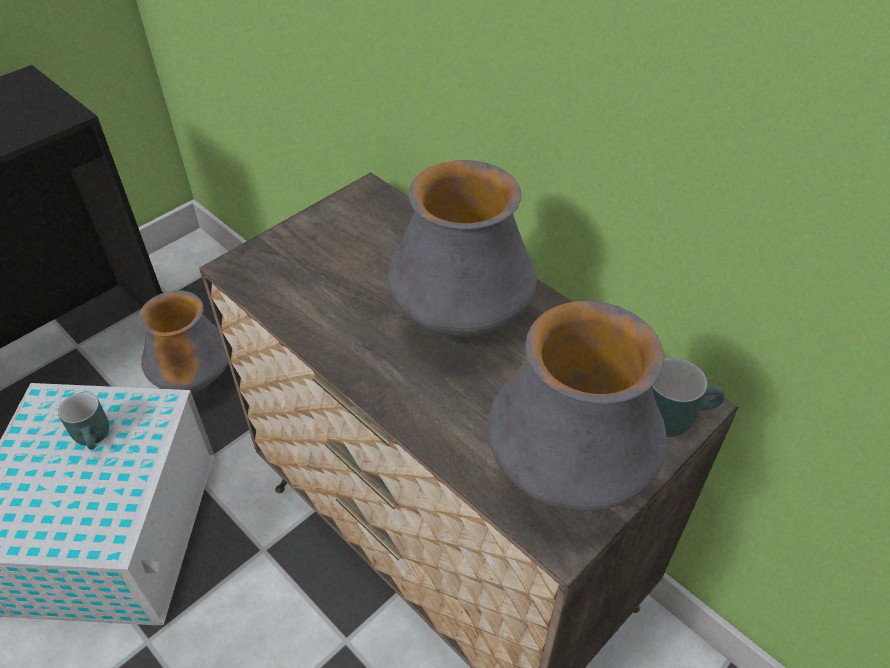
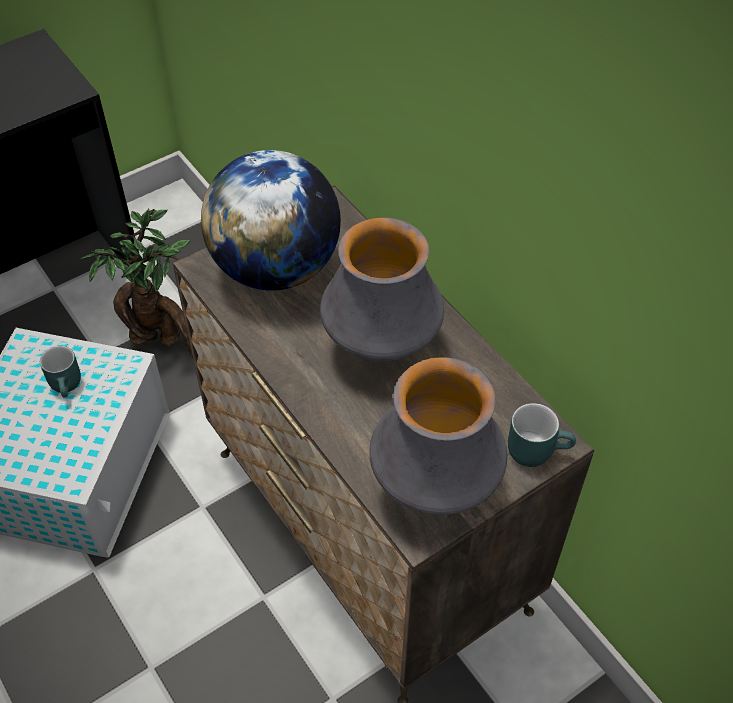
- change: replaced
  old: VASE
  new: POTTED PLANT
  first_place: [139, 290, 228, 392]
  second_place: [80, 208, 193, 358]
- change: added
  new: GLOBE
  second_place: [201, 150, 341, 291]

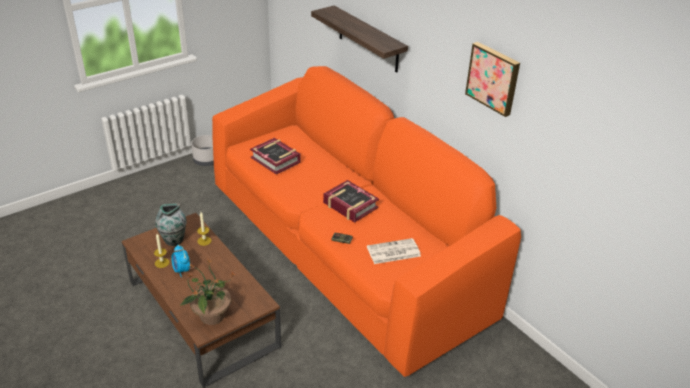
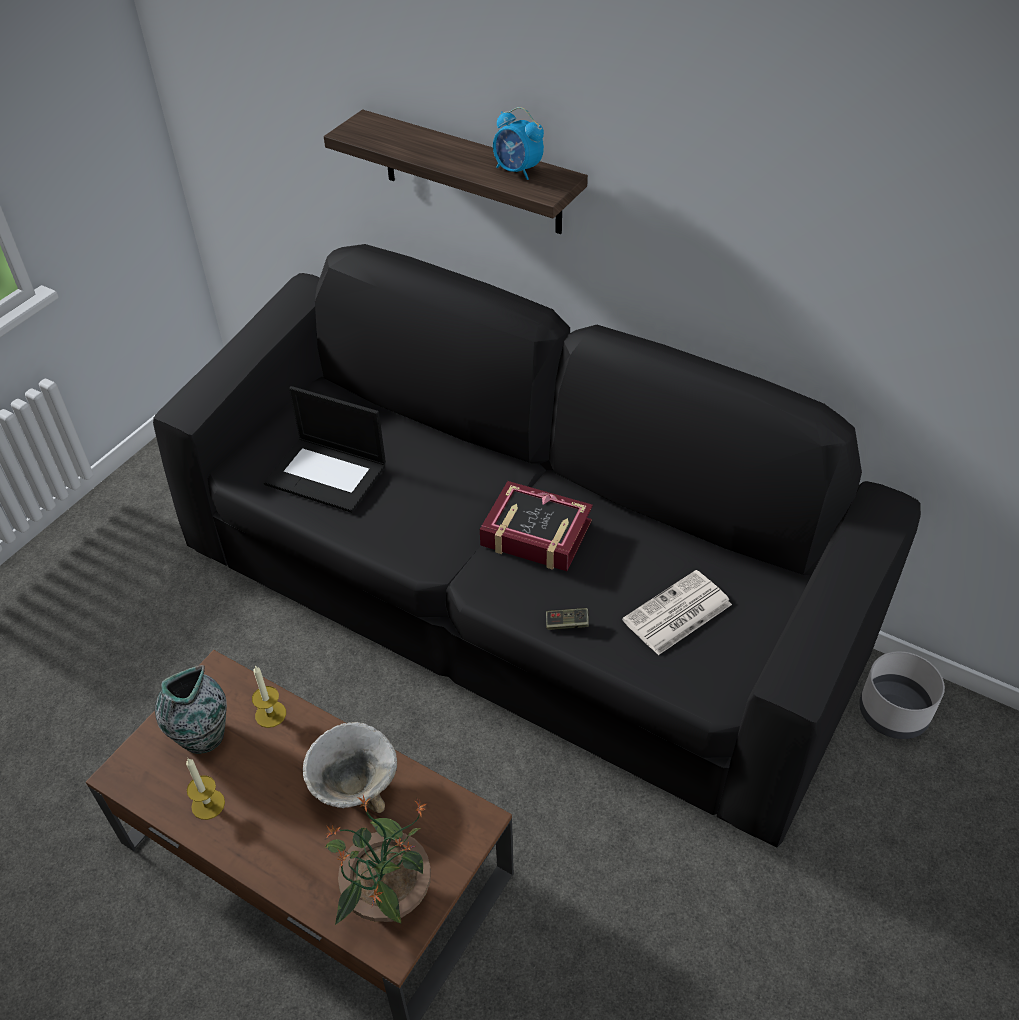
- change: removed
  old: PICTURE
  first_place: [465, 42, 520, 117]
- change: recoloured
  old: ORANGE SOFA
  new: BLACK SOFA
  first_place: [212, 66, 521, 377]
  second_place: [153, 244, 921, 847]
- change: moved
  old: GREY PLANTER
  first_place: [191, 135, 214, 166]
  second_place: [859, 651, 945, 739]
- change: replaced
  old: BOOK
  new: LAPTOP
  first_place: [250, 138, 301, 175]
  second_place: [264, 386, 386, 513]
- change: moved
  old: ALARM CLOCK
  first_place: [171, 245, 190, 277]
  second_place: [493, 107, 544, 180]
- change: added
  new: BOWL
  second_place: [303, 722, 397, 813]

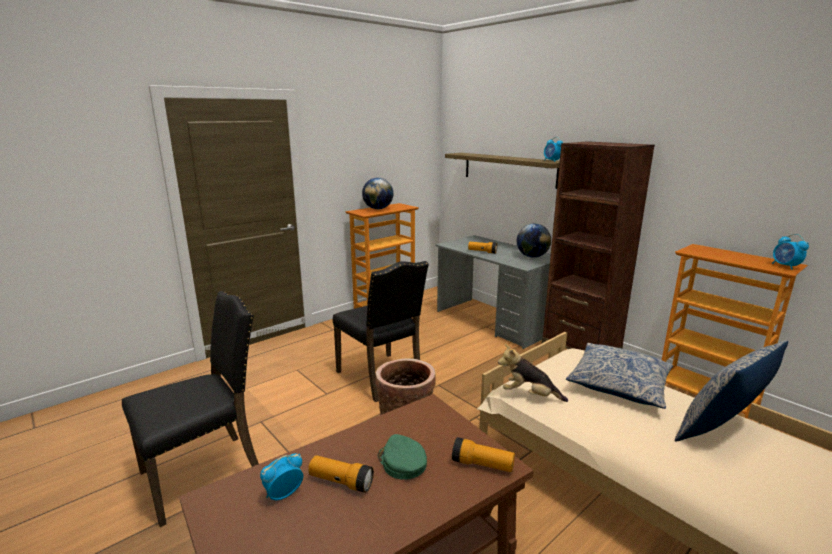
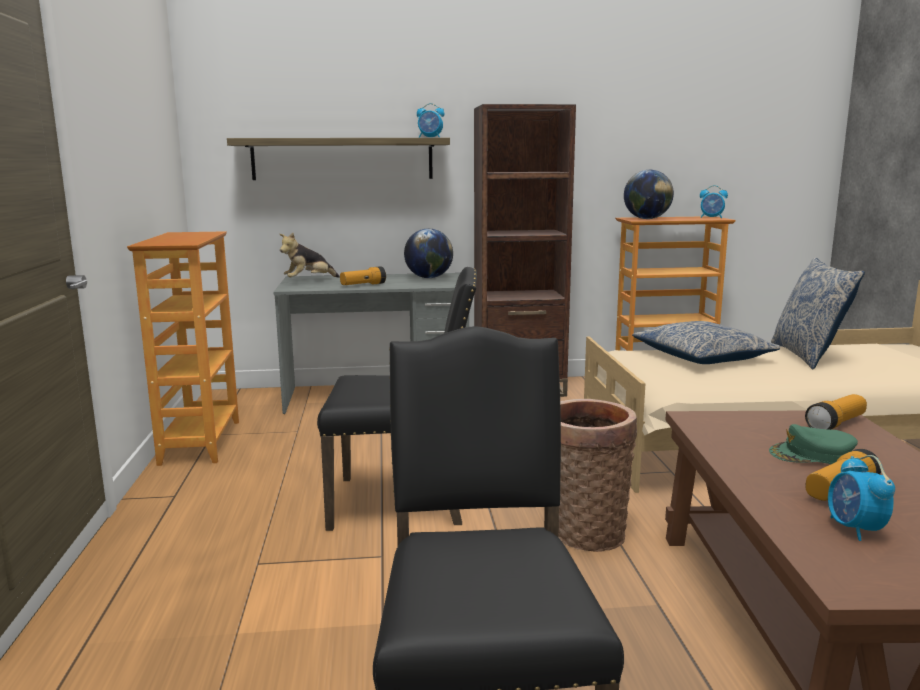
- change: moved
  old: GLOBE
  first_place: [362, 178, 393, 209]
  second_place: [624, 170, 674, 219]
- change: moved
  old: PLUSH TOY
  first_place: [498, 344, 568, 402]
  second_place: [280, 233, 340, 278]

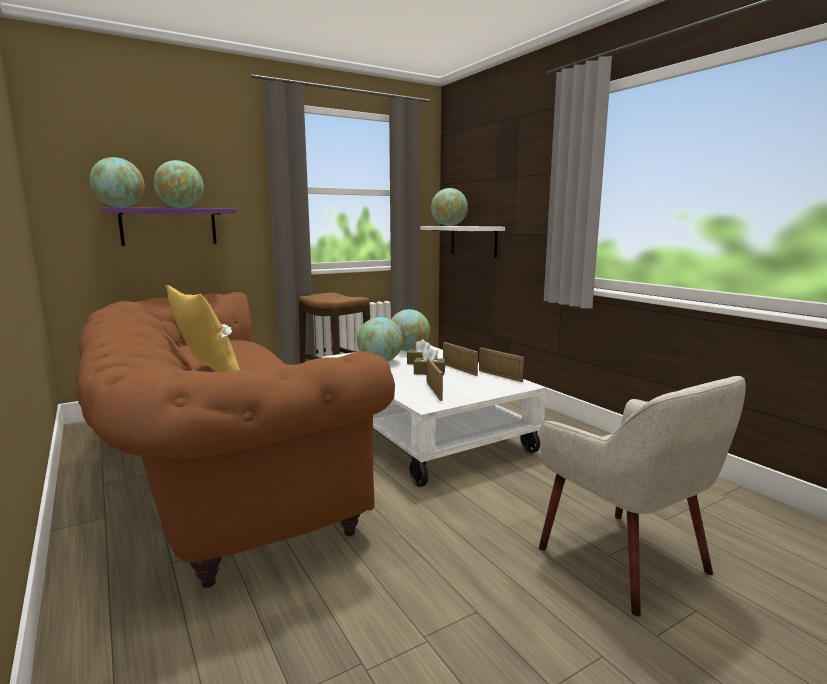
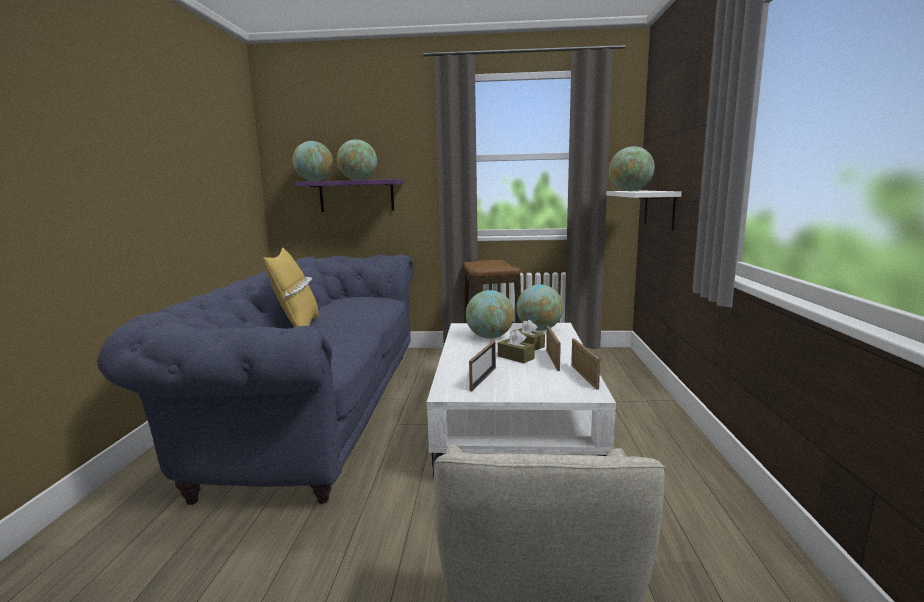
- change: recoloured
  old: BROWN SOFA
  new: BLUE SOFA
  first_place: [76, 292, 395, 588]
  second_place: [97, 255, 414, 505]

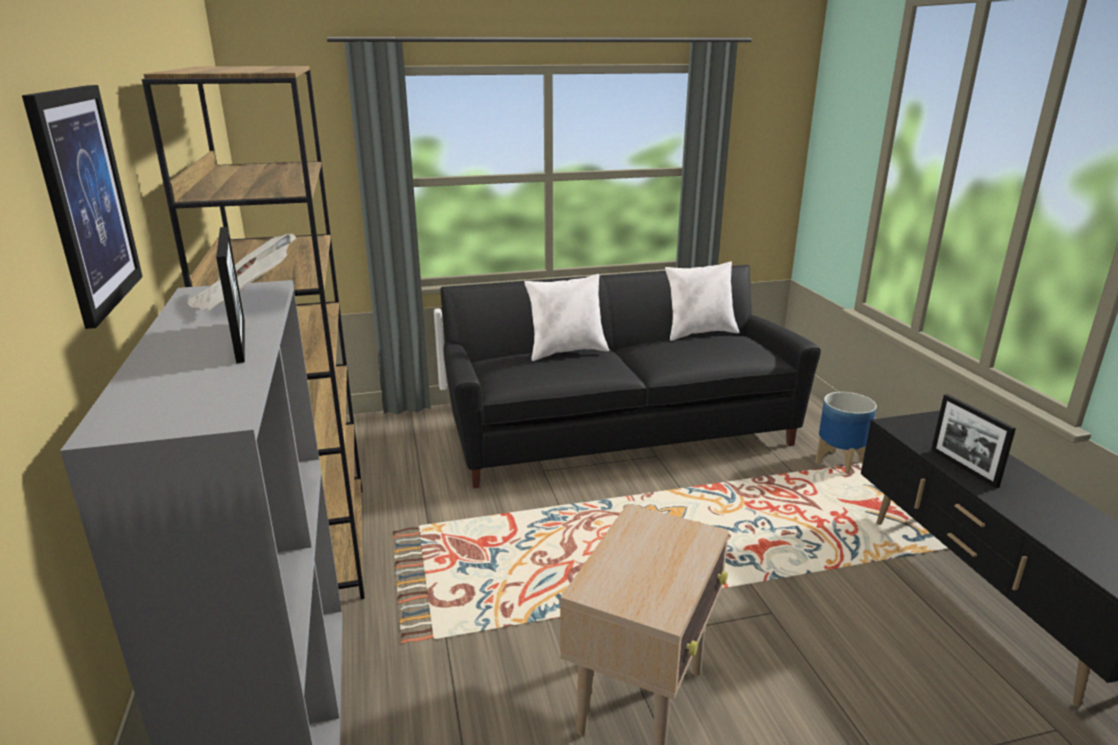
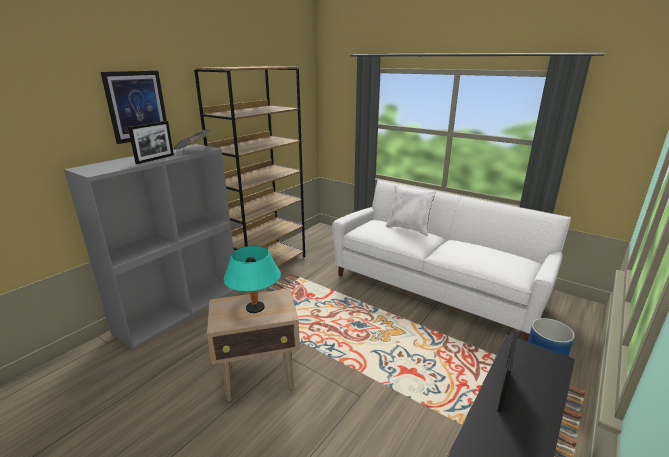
- change: removed
  old: WHITE PILLOW
  first_place: [665, 261, 739, 341]
- change: recoloured
  old: BLACK SOFA
  new: WHITE SOFA
  first_place: [440, 265, 821, 488]
  second_place: [332, 180, 571, 342]
- change: added
  new: TURQUOISE TABLE LAMP
  second_place: [223, 246, 281, 313]

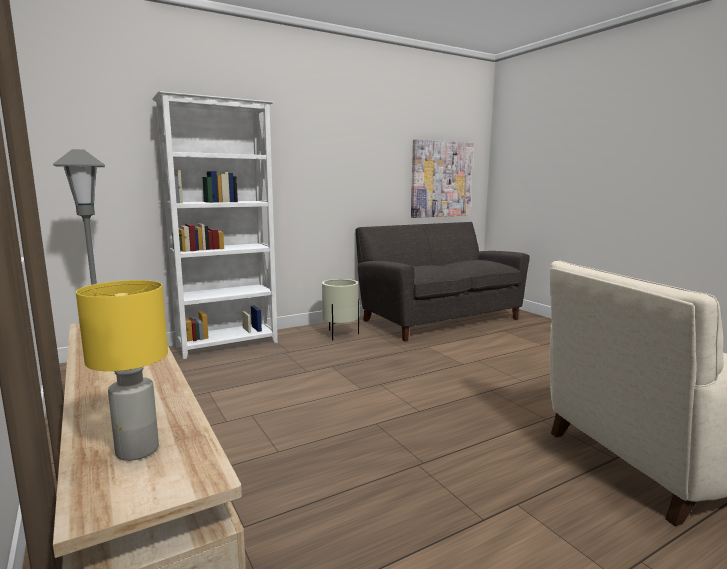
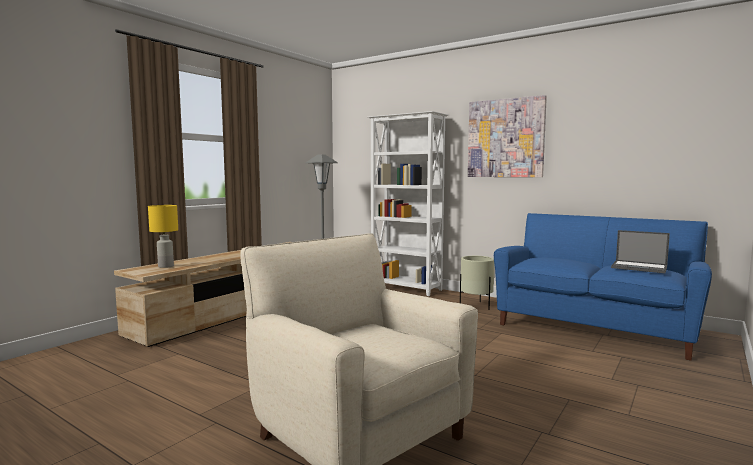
- change: moved
  old: PICTURE
  first_place: [411, 139, 474, 218]
  second_place: [468, 95, 547, 177]
- change: recoloured
  old: GREY SOFA
  new: BLUE SOFA
  first_place: [355, 222, 530, 341]
  second_place: [494, 213, 712, 360]
- change: added
  new: LAPTOP
  second_place: [611, 230, 670, 273]

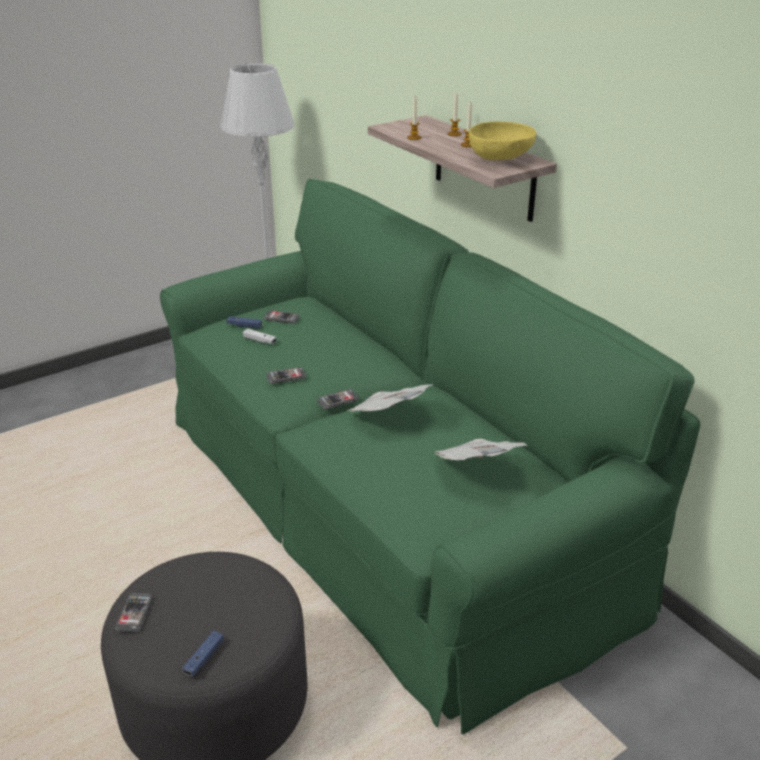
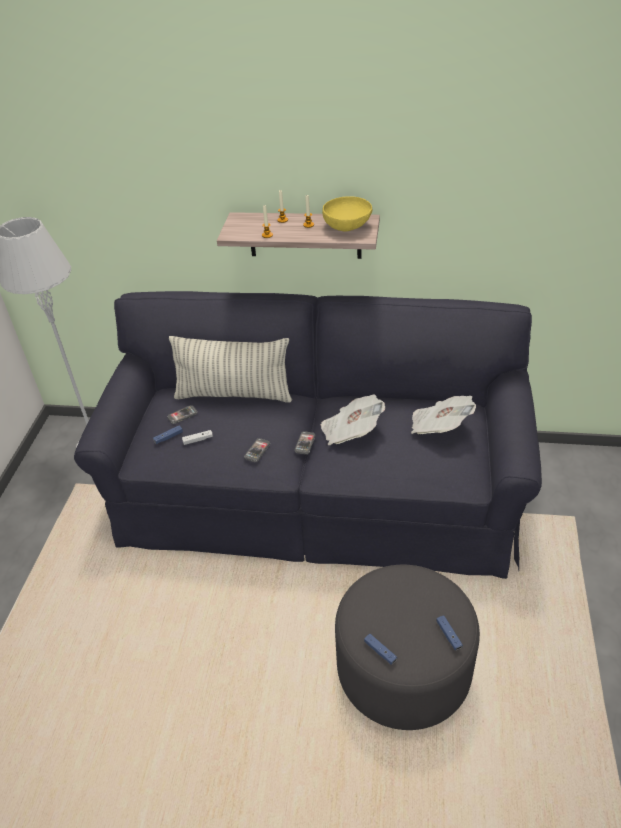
- change: recoloured
  old: GREEN SOFA
  new: BLACK SOFA
  first_place: [160, 179, 700, 735]
  second_place: [74, 291, 542, 579]
- change: replaced
  old: PHONE
  new: BLUE GAME CONTROLLER
  first_place: [115, 593, 153, 633]
  second_place: [364, 634, 397, 665]
- change: added
  new: PILLOW
  second_place: [169, 336, 292, 403]

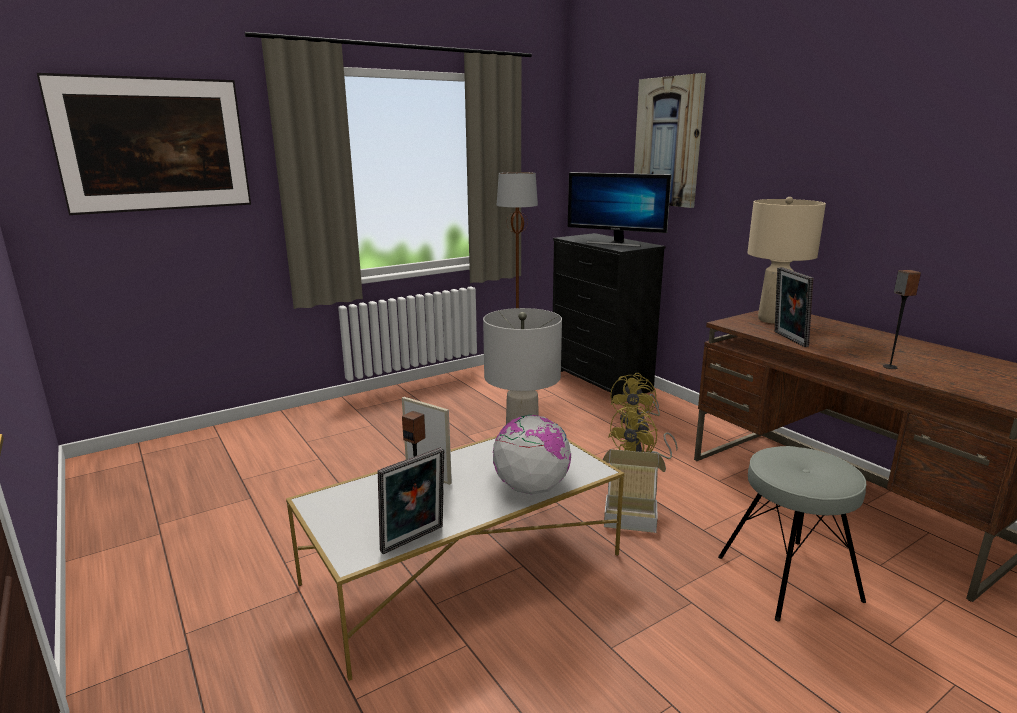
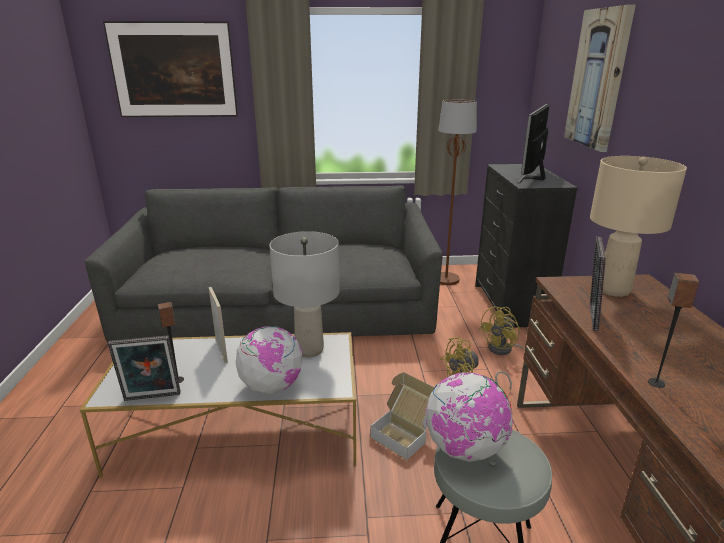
- change: turned
  old: MONITOR
  first_place: [568, 172, 672, 247]
  second_place: [517, 104, 549, 183]
  degrees: 60
- change: added
  new: GREY SOFA
  second_place: [85, 185, 443, 343]
- change: added
  new: GLOBE
  second_place: [425, 372, 513, 462]

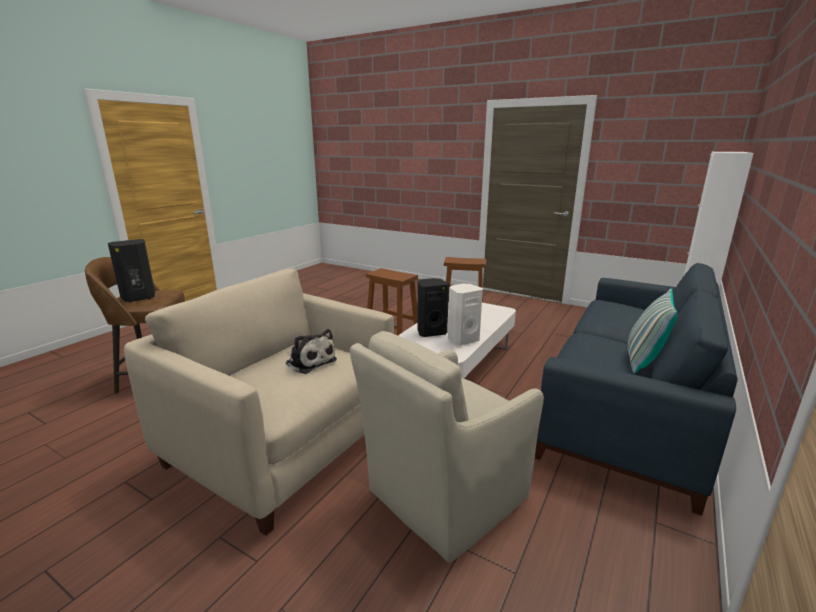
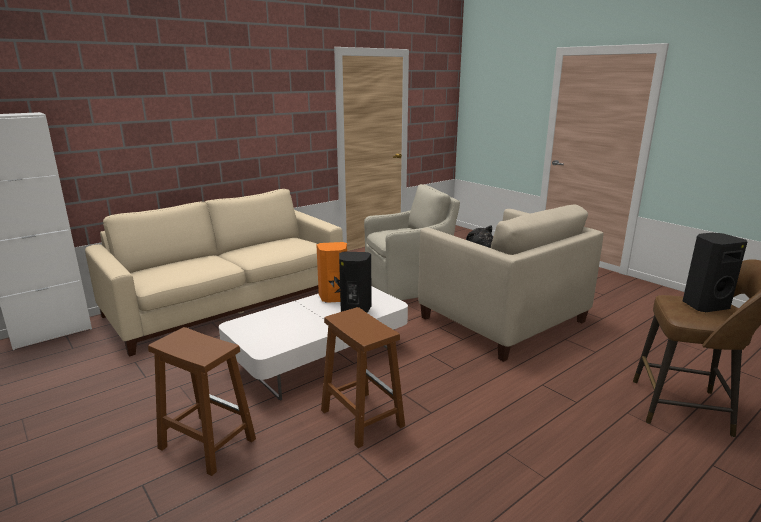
- change: recoloured
  old: BLUE SOFA
  new: BEIGE SOFA
  first_place: [535, 263, 738, 516]
  second_place: [85, 189, 343, 357]
- change: recoloured
  old: WHITE SPEAKER
  new: ORANGE SPEAKER
  first_place: [448, 284, 483, 346]
  second_place: [316, 242, 347, 303]
- change: removed
  old: PILLOW
  first_place: [627, 288, 678, 373]

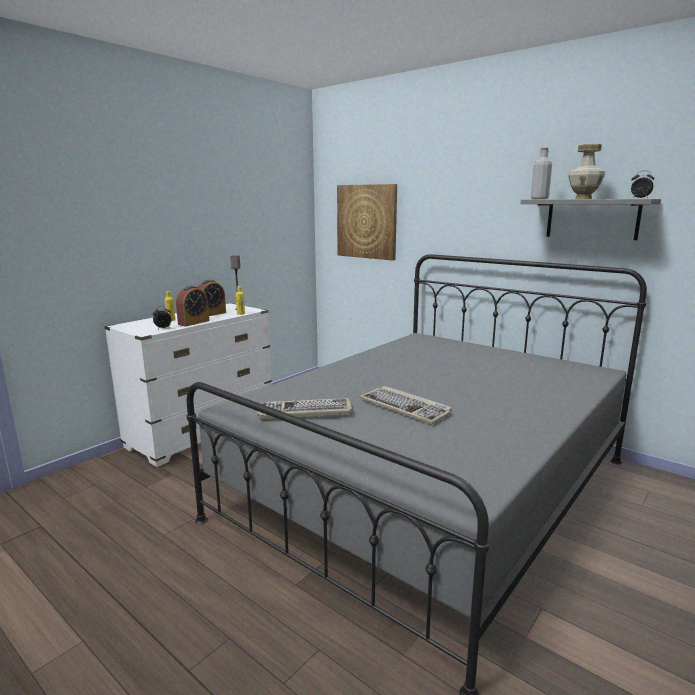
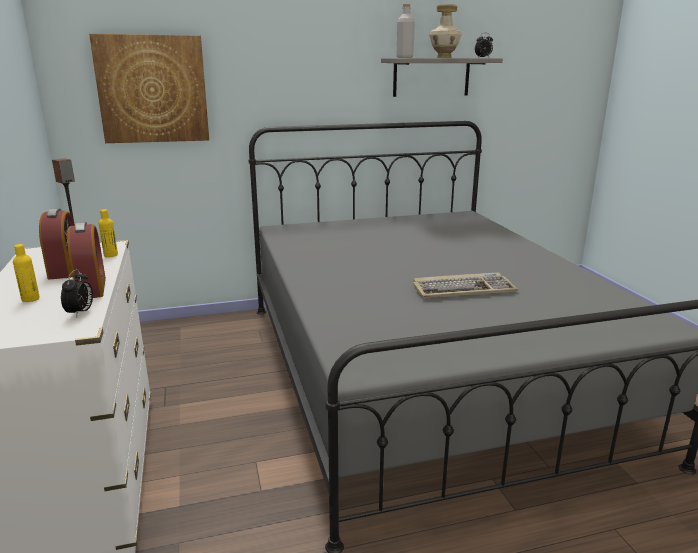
- change: removed
  old: KEYBOARD
  first_place: [257, 398, 352, 421]

